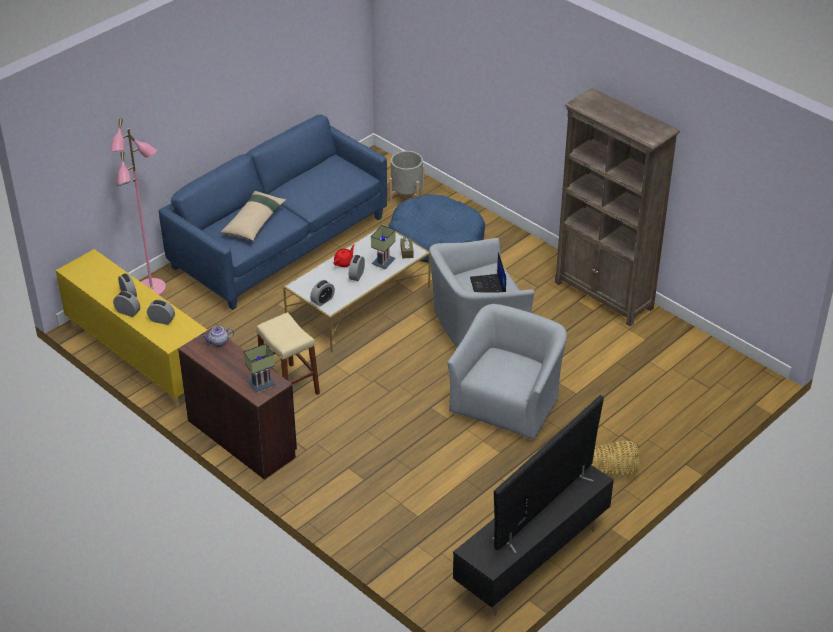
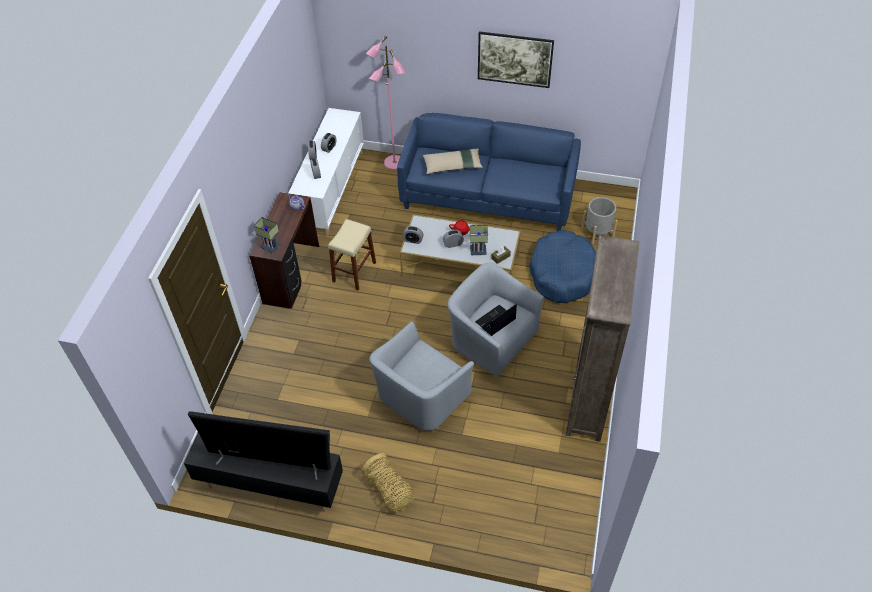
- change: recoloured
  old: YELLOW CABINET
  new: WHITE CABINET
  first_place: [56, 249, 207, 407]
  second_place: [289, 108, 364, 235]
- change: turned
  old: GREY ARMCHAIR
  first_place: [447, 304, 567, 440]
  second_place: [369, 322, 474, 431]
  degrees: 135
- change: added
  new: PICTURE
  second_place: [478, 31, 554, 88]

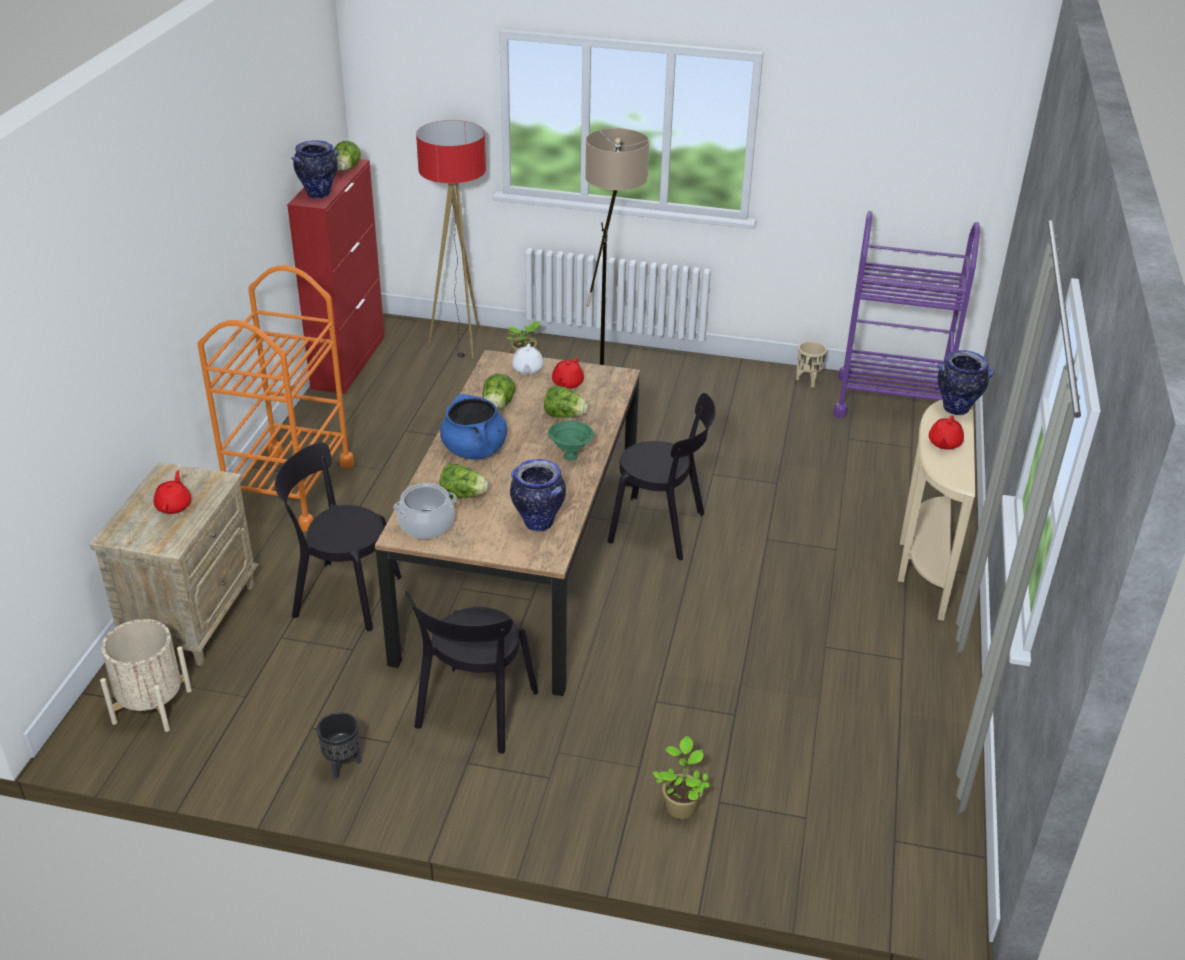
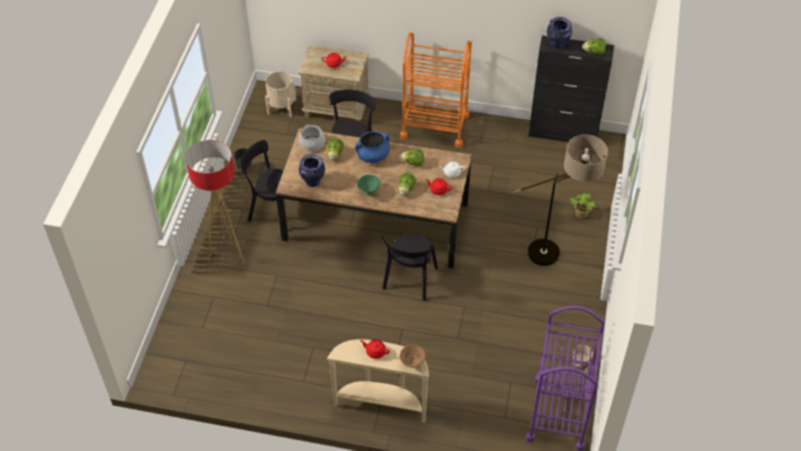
- change: moved
  old: FLOOR LAMP
  first_place: [416, 120, 486, 359]
  second_place: [186, 140, 245, 264]
- change: recoloured
  old: RED CABINET
  new: BLACK CABINET
  first_place: [287, 159, 385, 394]
  second_place: [528, 35, 614, 142]
- change: replaced
  old: VASE
  new: BROWN BOWL
  first_place: [937, 350, 994, 415]
  second_place: [400, 345, 426, 368]
- change: removed
  old: POTTED PLANT
  first_place: [653, 736, 710, 819]

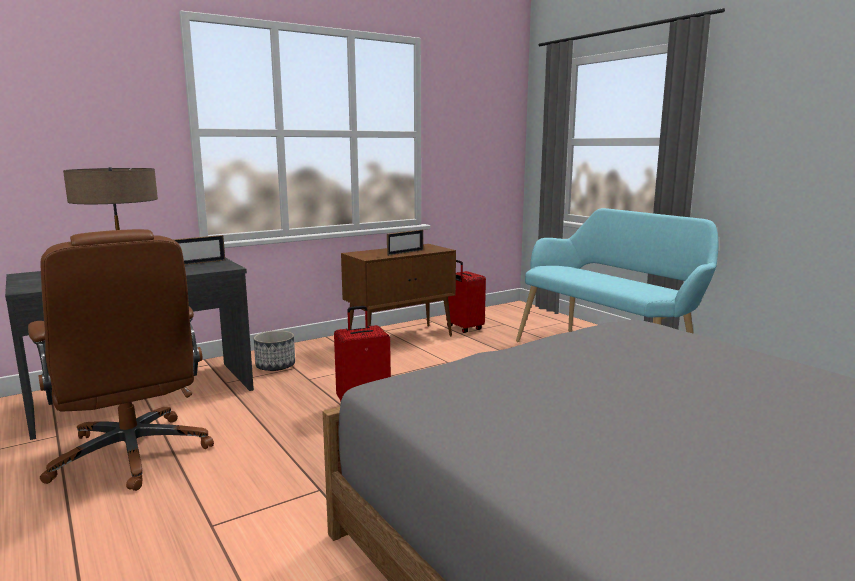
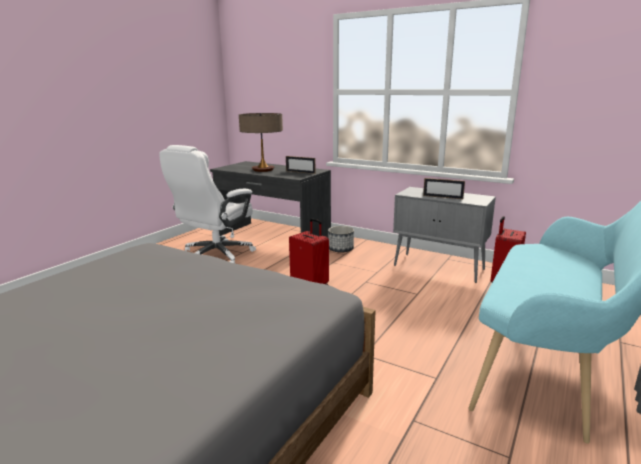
- change: recoloured
  old: BROWN OFFICE CHAIR
  new: WHITE OFFICE CHAIR
  first_place: [28, 229, 214, 491]
  second_place: [159, 145, 256, 263]
- change: recoloured
  old: BROWN CABINET
  new: GREY CABINET
  first_place: [341, 244, 456, 336]
  second_place: [393, 187, 496, 283]

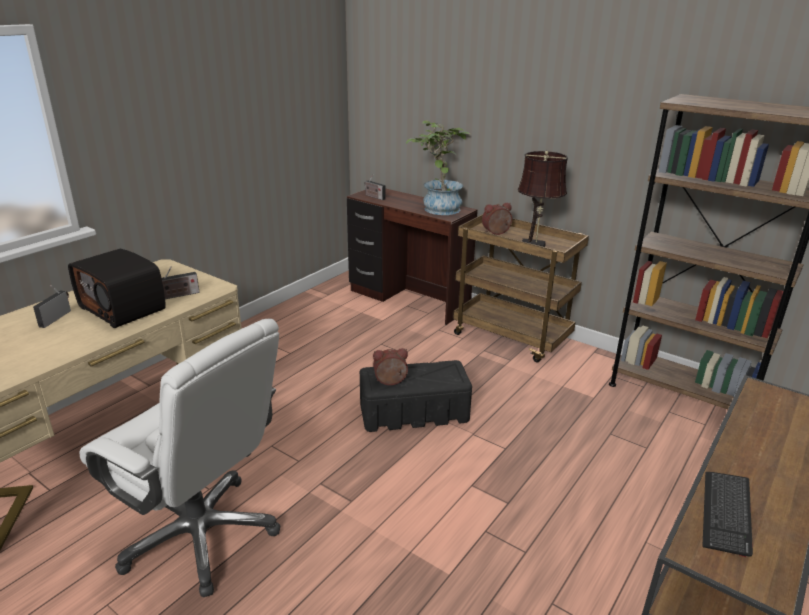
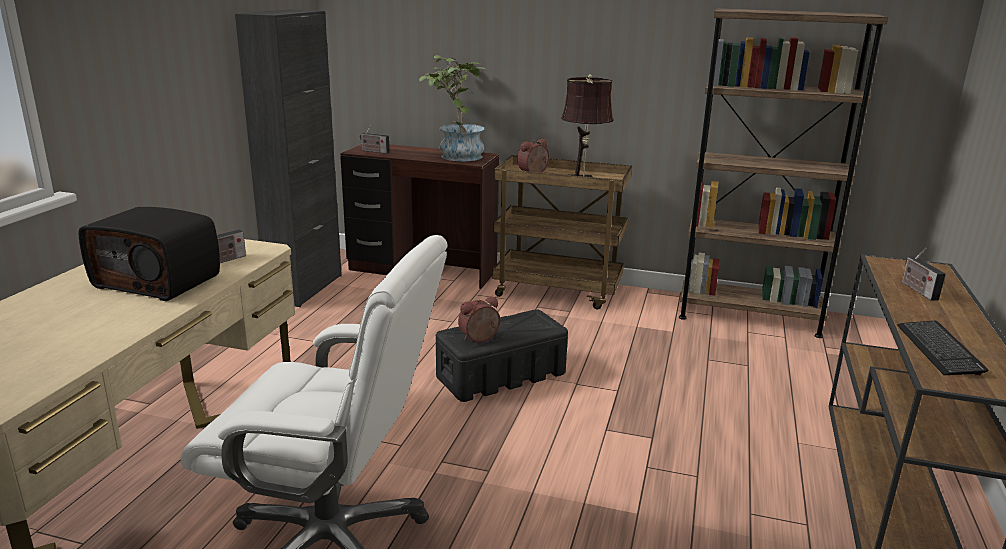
- change: moved
  old: RADIO
  first_place: [33, 285, 71, 328]
  second_place: [902, 248, 946, 301]
- change: added
  new: BLACK CABINET
  second_place: [235, 9, 342, 307]

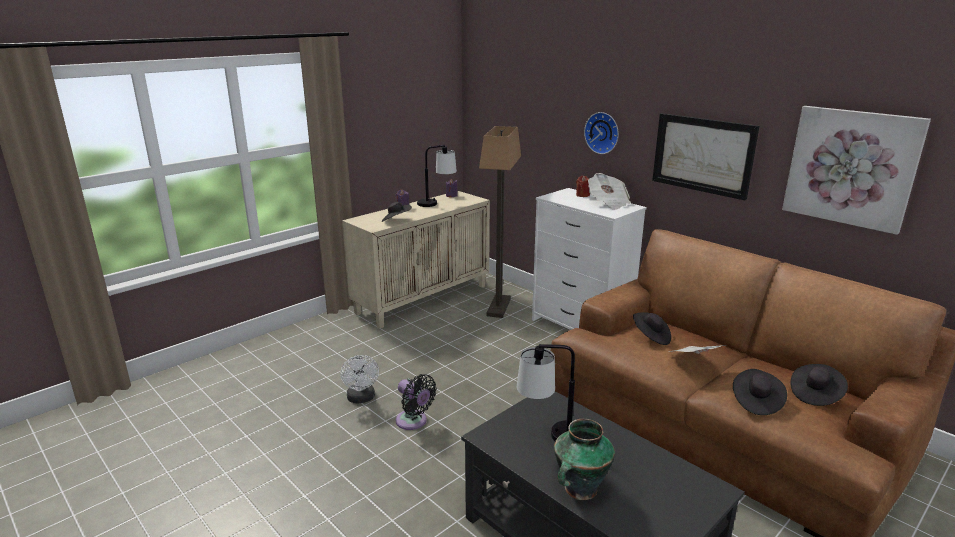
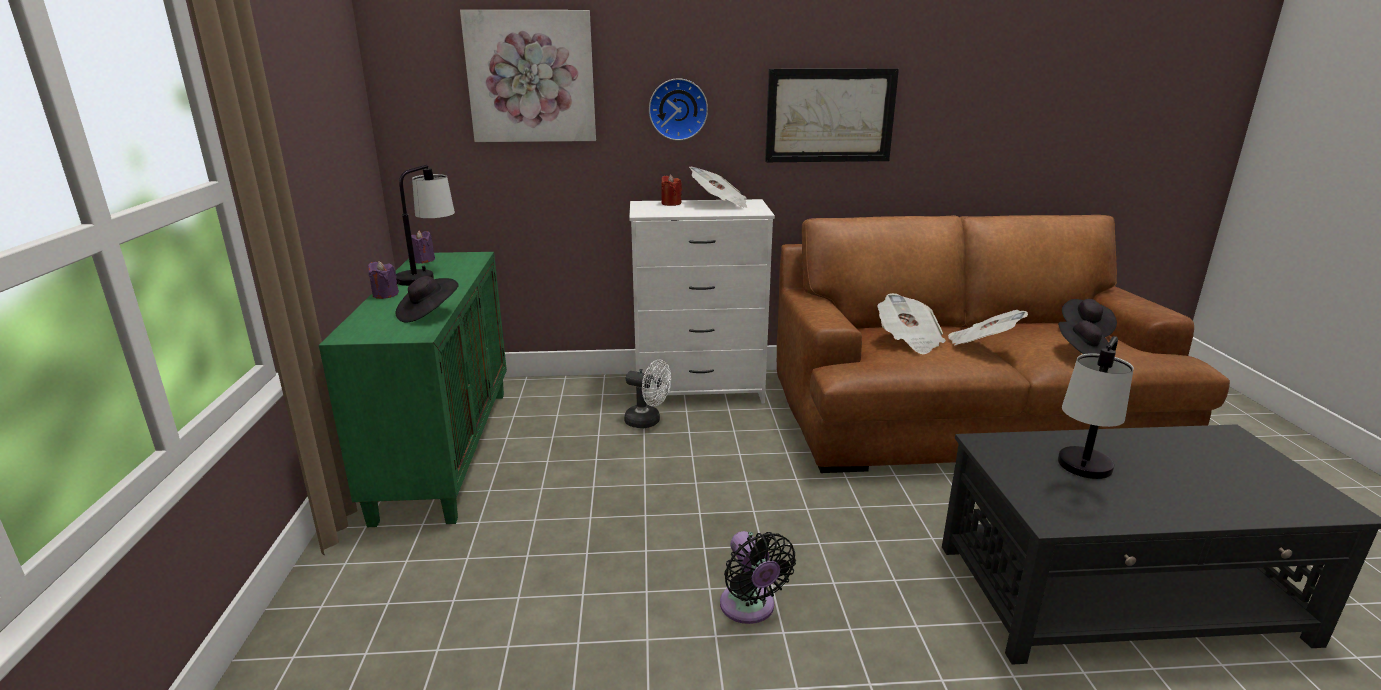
- change: moved
  old: PICTURE
  first_place: [782, 106, 931, 235]
  second_place: [460, 10, 596, 142]
- change: removed
  old: FLOOR LAMP
  first_place: [479, 126, 521, 318]
- change: recoloured
  old: BEIGE CABINET
  new: GREEN CABINET
  first_place: [342, 191, 490, 329]
  second_place: [319, 252, 507, 527]
- change: replaced
  old: BLACK HAT
  new: NEWSPAPER
  first_place: [633, 312, 671, 345]
  second_place: [877, 293, 946, 355]
- change: moved
  old: WHITE FAN
  first_place: [340, 355, 379, 404]
  second_place: [624, 360, 671, 428]
- change: turned
  old: BLACK FAN
  first_place: [396, 374, 437, 430]
  second_place: [720, 531, 796, 624]
  degrees: 75
- change: removed
  old: VASE
  first_place: [554, 419, 615, 500]

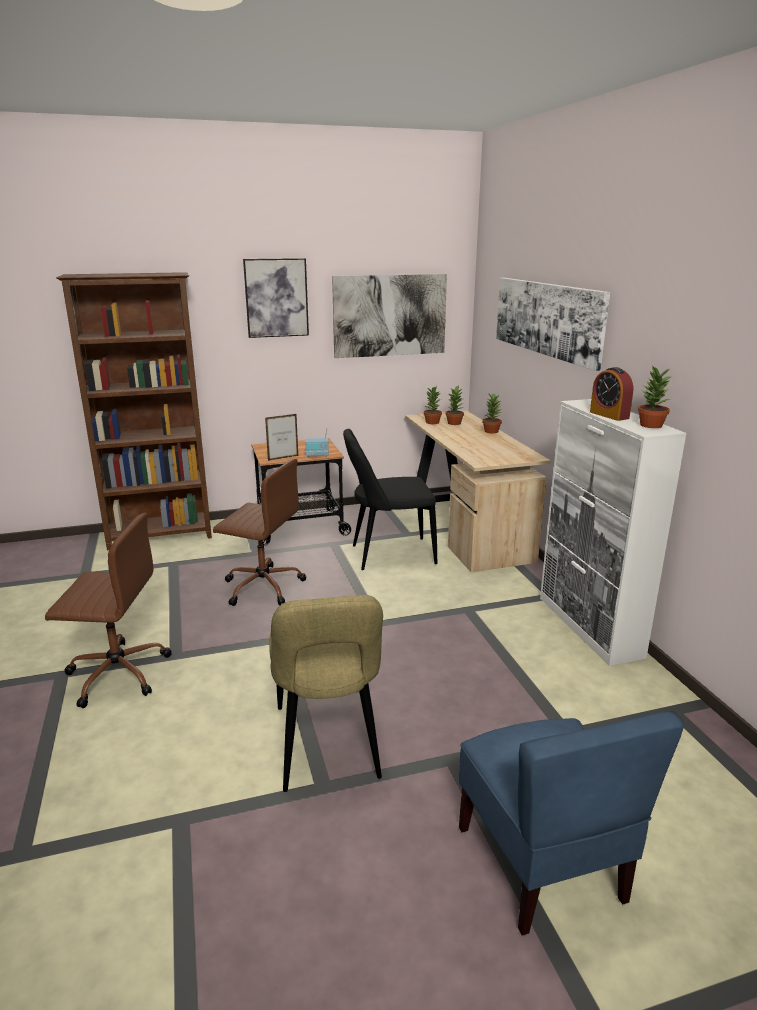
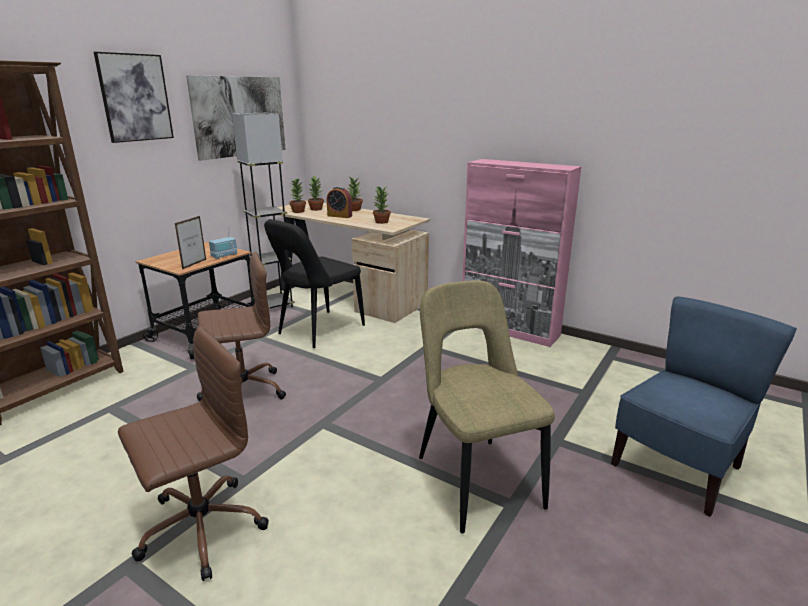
- change: removed
  old: PICTURE
  first_place: [496, 278, 610, 371]
- change: moved
  old: POTTED PLANT
  first_place: [638, 365, 670, 428]
  second_place: [373, 187, 391, 224]
- change: moved
  old: ALARM CLOCK
  first_place: [590, 367, 634, 421]
  second_place: [327, 186, 352, 218]
- change: recoloured
  old: WHITE CABINET
  new: PINK CABINET
  first_place: [540, 399, 687, 666]
  second_place: [462, 159, 582, 347]
- change: turned
  old: BEIGE CHAIR
  first_place: [269, 595, 383, 792]
  second_place: [419, 281, 555, 533]
  degrees: -150
- change: turned
  old: BLUE CHAIR
  first_place: [459, 711, 685, 935]
  second_place: [611, 296, 797, 516]
  degrees: -75
- change: added
  new: GREY FLOOR LAMP
  second_place: [232, 113, 295, 309]

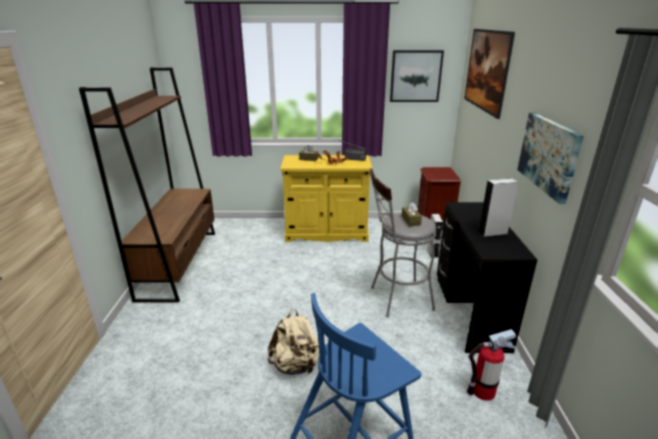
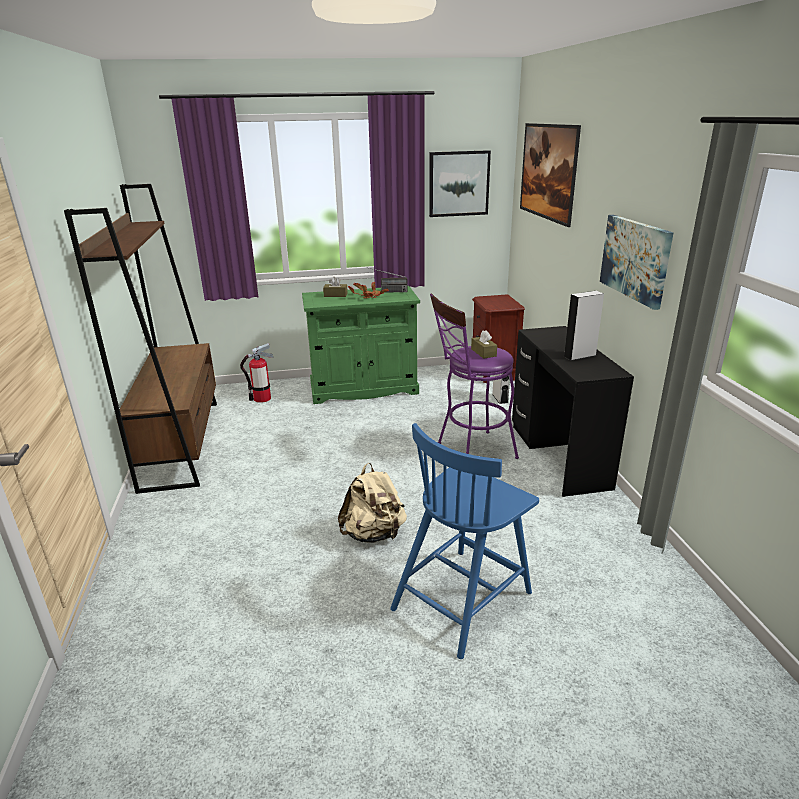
- change: recoloured
  old: YELLOW CABINET
  new: GREEN CABINET
  first_place: [280, 155, 373, 242]
  second_place: [302, 286, 420, 404]
- change: recoloured
  old: GREY STOOL
  new: PURPLE STOOL
  first_place: [369, 168, 436, 317]
  second_place: [430, 293, 519, 459]
- change: moved
  old: FIRE EXTINGUISHER
  first_place: [467, 329, 516, 401]
  second_place: [240, 343, 273, 403]

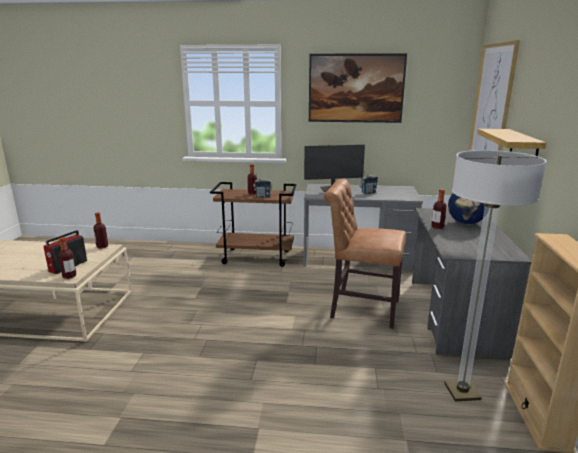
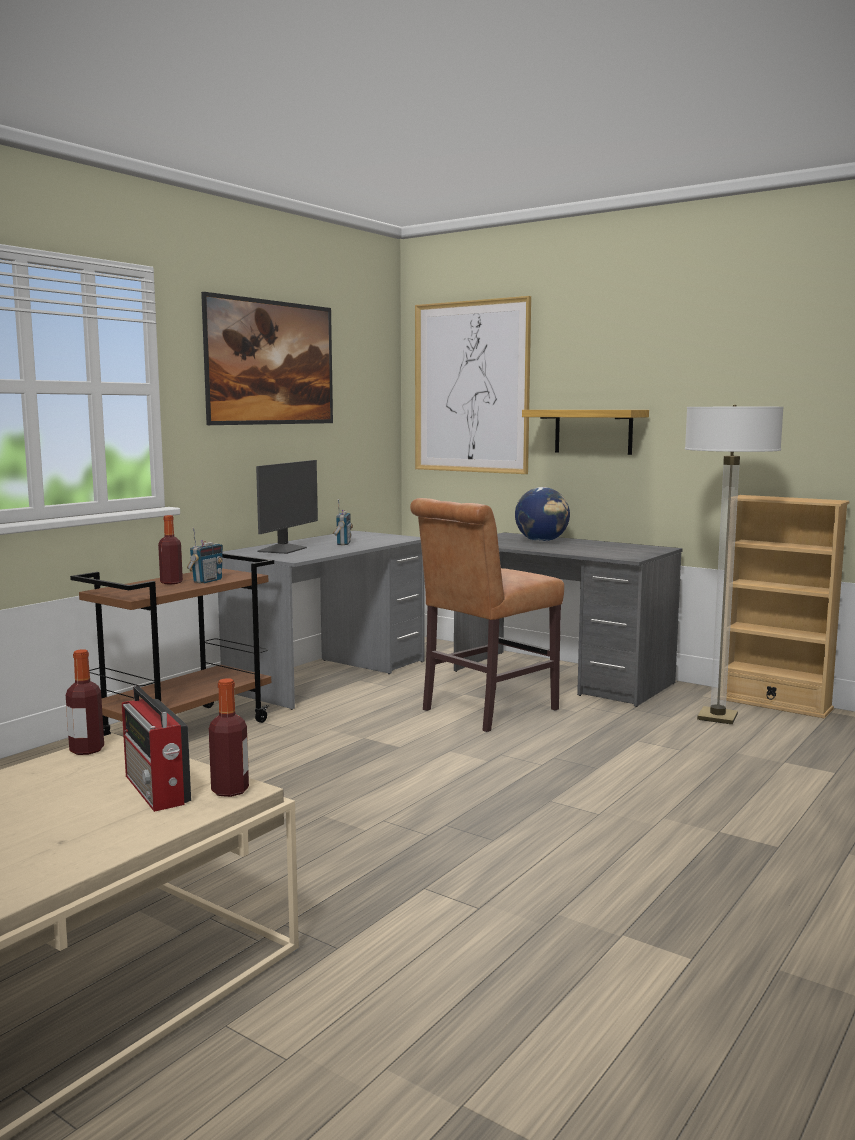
- change: removed
  old: BOTTLE
  first_place: [431, 189, 447, 229]

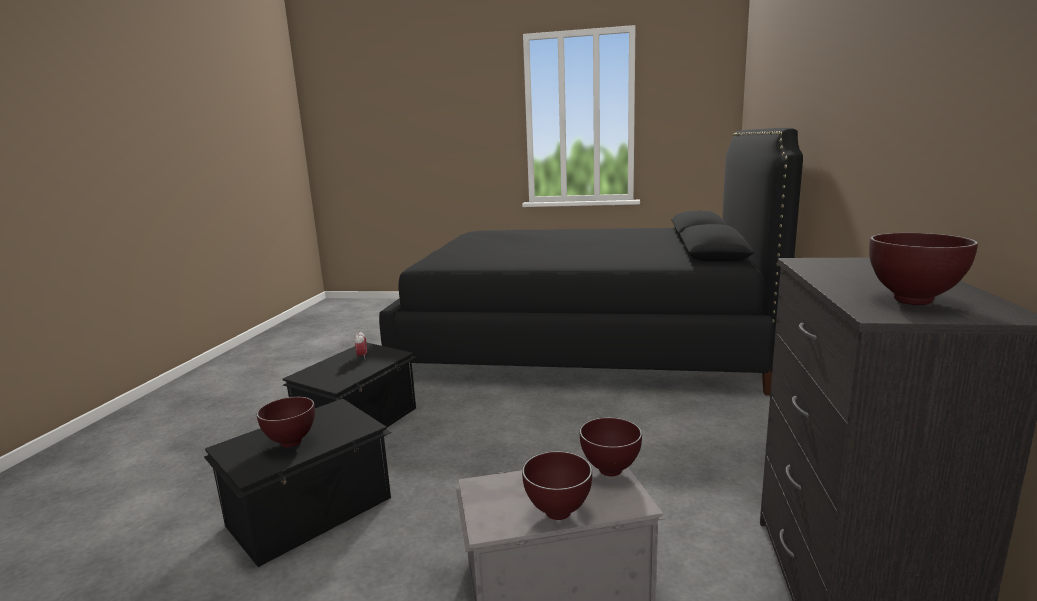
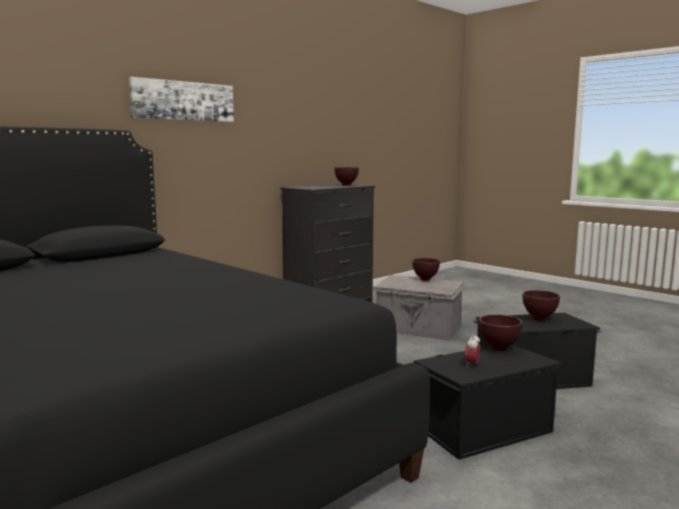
- change: moved
  old: BROWN BOWL
  first_place: [580, 417, 642, 476]
  second_place: [479, 314, 522, 351]
- change: added
  new: PICTURE
  second_place: [129, 77, 234, 122]

